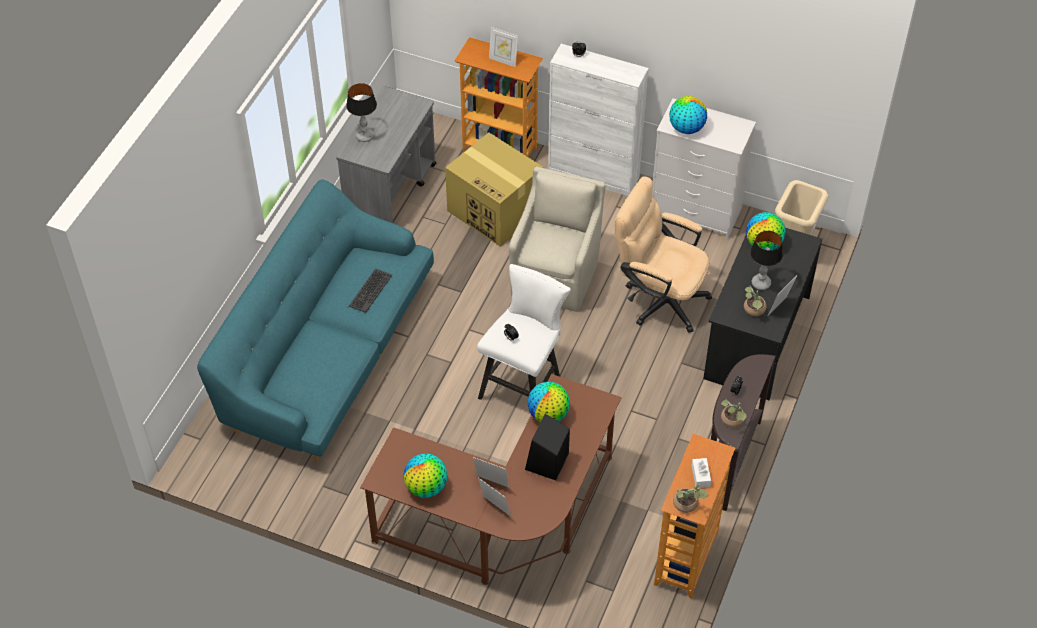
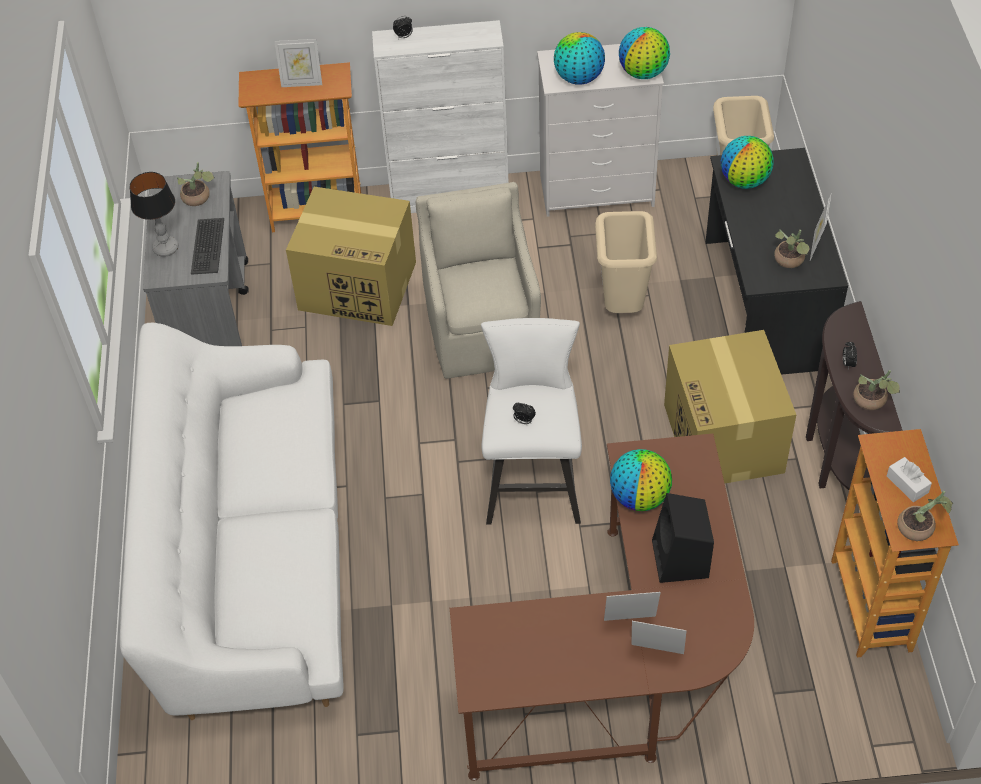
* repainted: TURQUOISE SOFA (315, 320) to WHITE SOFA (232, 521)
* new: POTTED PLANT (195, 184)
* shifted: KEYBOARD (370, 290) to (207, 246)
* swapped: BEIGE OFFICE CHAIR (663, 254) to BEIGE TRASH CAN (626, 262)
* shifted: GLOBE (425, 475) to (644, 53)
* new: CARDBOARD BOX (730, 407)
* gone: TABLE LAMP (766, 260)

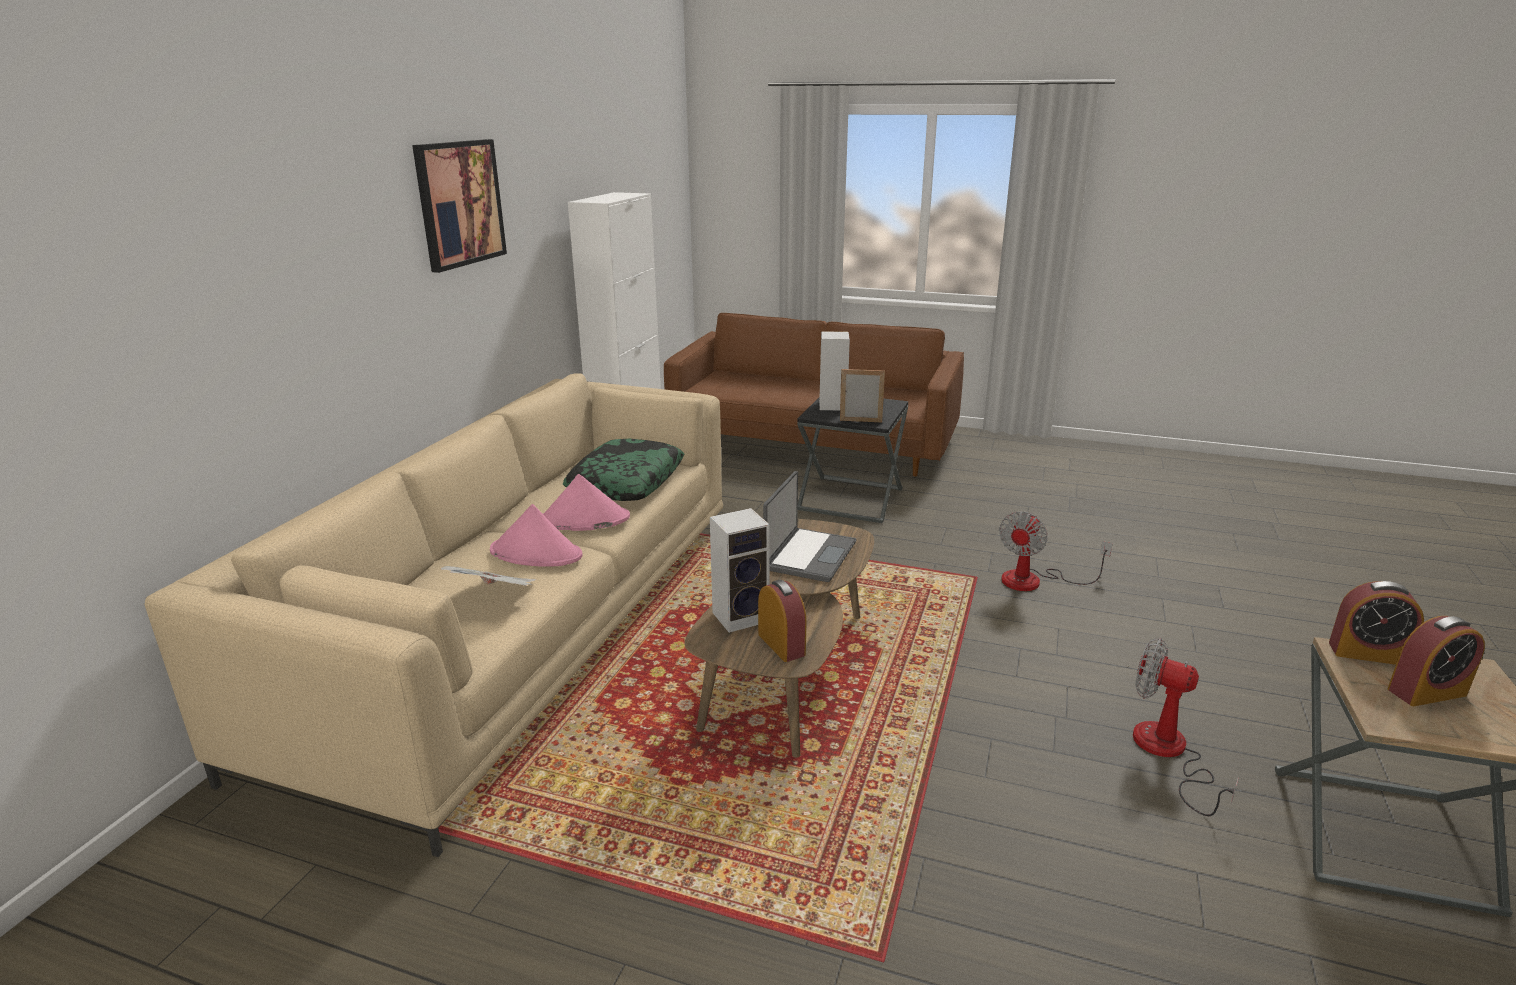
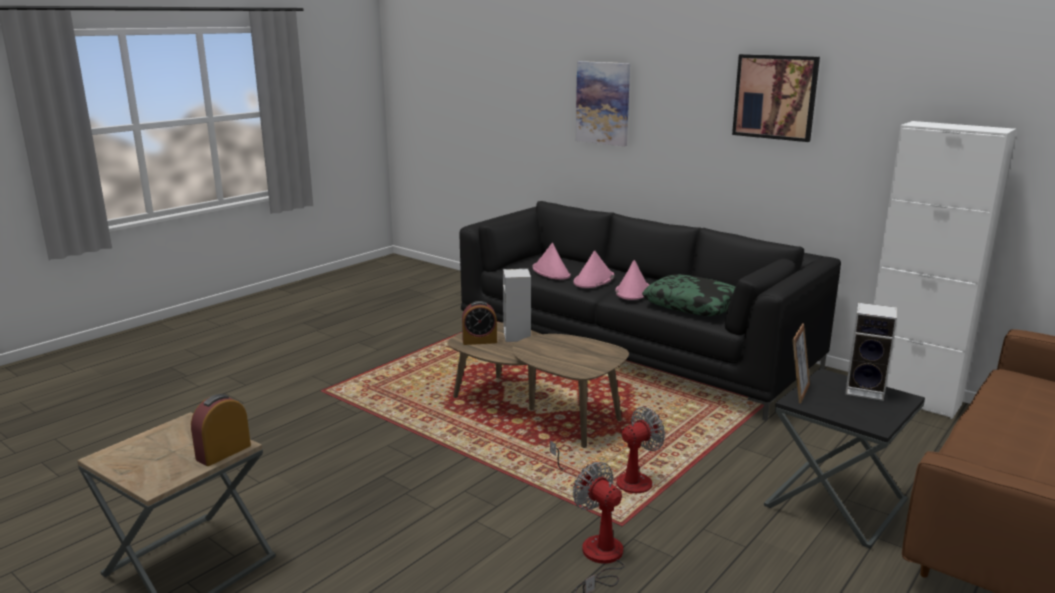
* repainted: BEIGE SOFA (434, 615) to BLACK SOFA (650, 311)
* swapped: NEWSPAPER (488, 576) to PINK HAT (551, 261)
* shifted: FAN (1185, 727) to (607, 450)
* new: PICTURE (603, 103)
* gone: LAPTOP (809, 526)
* gone: ALARM CLOCK (1436, 661)

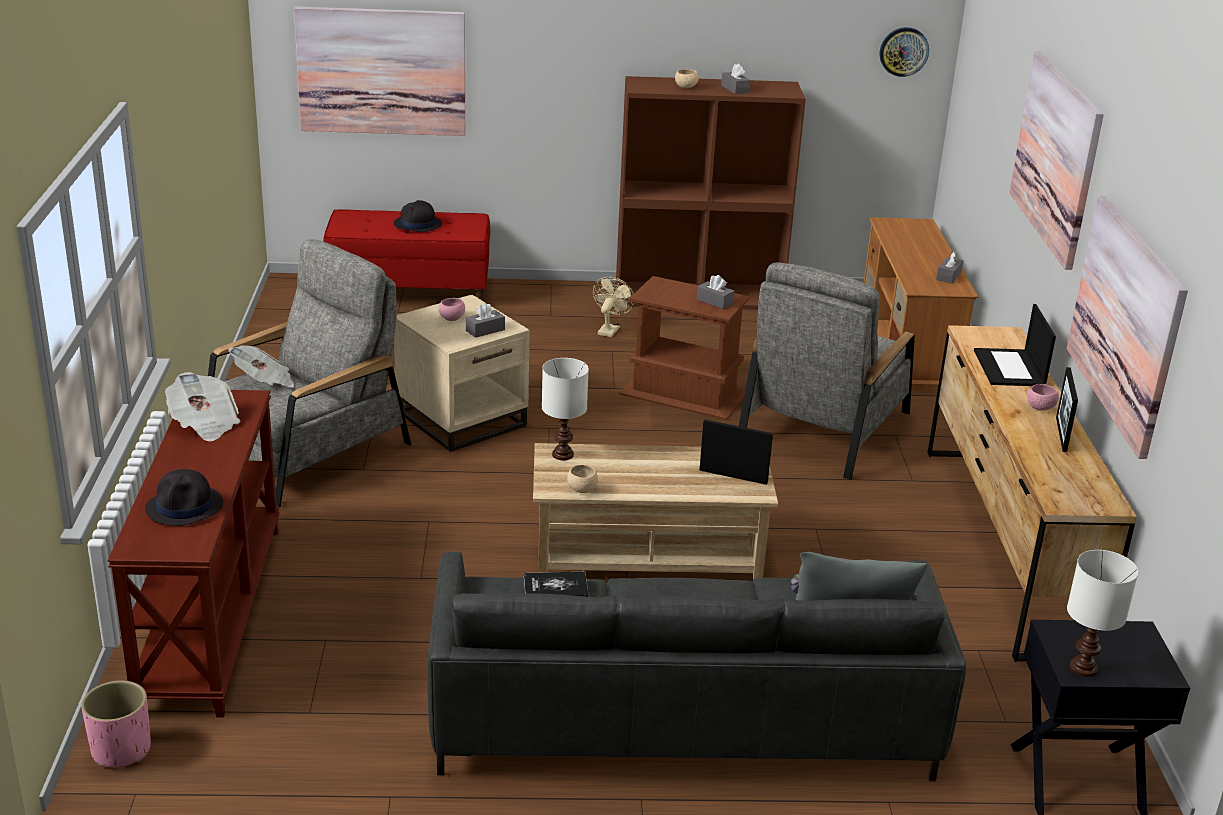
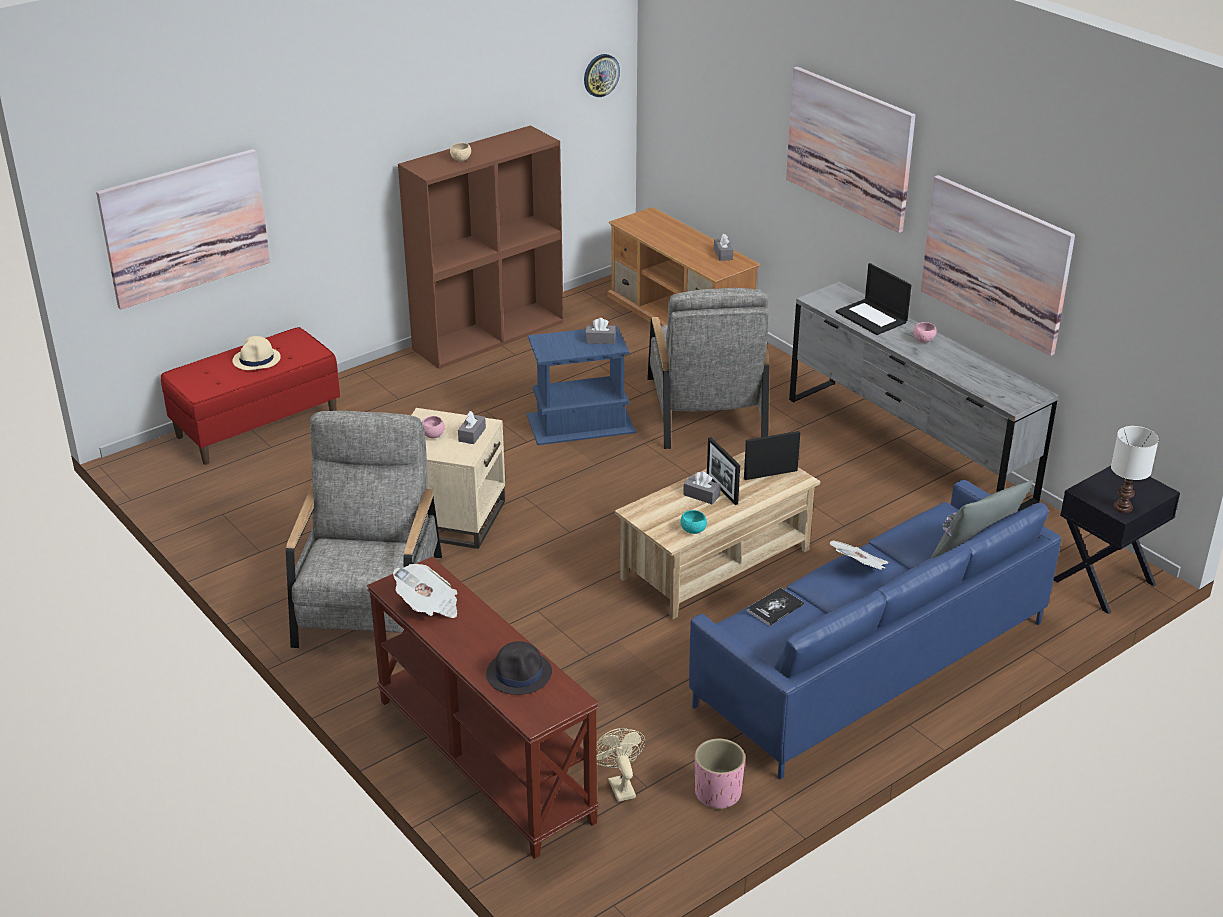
* repainted: BLACK HAT (418, 216) to BEIGE HAT (256, 353)
* repainted: BROWN SIDE TABLE (685, 348) to BLUE SIDE TABLE (581, 385)
* shifted: BEIGE FAN (613, 307) to (620, 765)
* repainted: BEIGE BOWL (582, 479) to TURQUOISE BOWL (694, 522)
* shifted: GREY TISSUE BOX (735, 79) to (702, 488)
* repainted: GREY SOFA (696, 666) to BLUE SOFA (875, 629)
* shifted: PINK PLANTER (116, 724) to (720, 774)
* shifted: PICTURE FRAME (1067, 409) to (723, 471)
* repainted: BROWN DRESSER (1032, 493) to GREY DRESSER (923, 396)
* shifted: NEWSPAPER (261, 366) to (859, 555)
* gone: WHITE TABLE LAMP (565, 409)

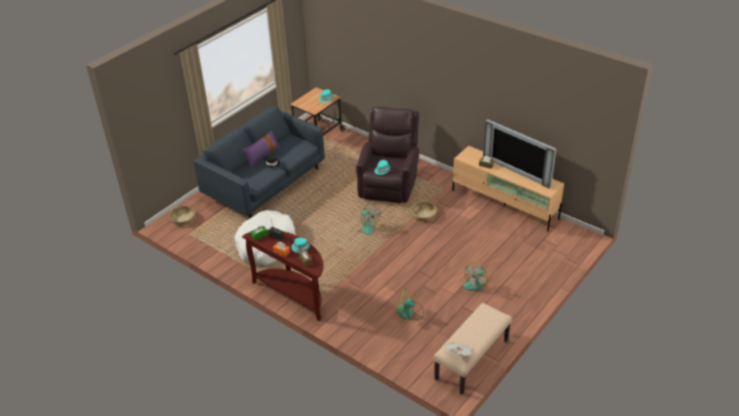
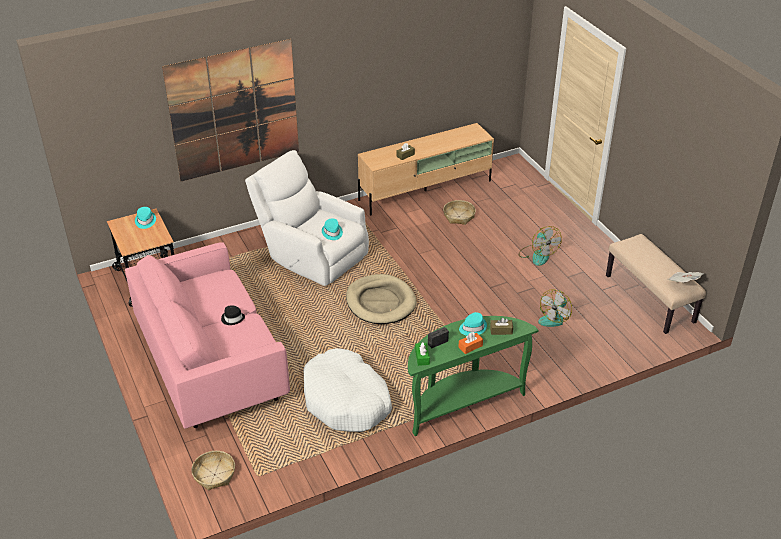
* repainted: BLUE SOFA (259, 162) to PINK SOFA (207, 335)
* new: PICTURE (230, 110)
* repainted: BROWN ARMCHAIR (387, 155) to WHITE ARMCHAIR (307, 218)
* swapped: FAN (369, 219) to BEIGE DOG BED (381, 299)
* repainted: BROWN CONSOLE TABLE (283, 275) to GREEN CONSOLE TABLE (473, 376)
* shifted: BASKET (424, 212) to (459, 212)
* gone: PURPLE PILLOW (261, 148)
* gone: TELEVISION (519, 154)

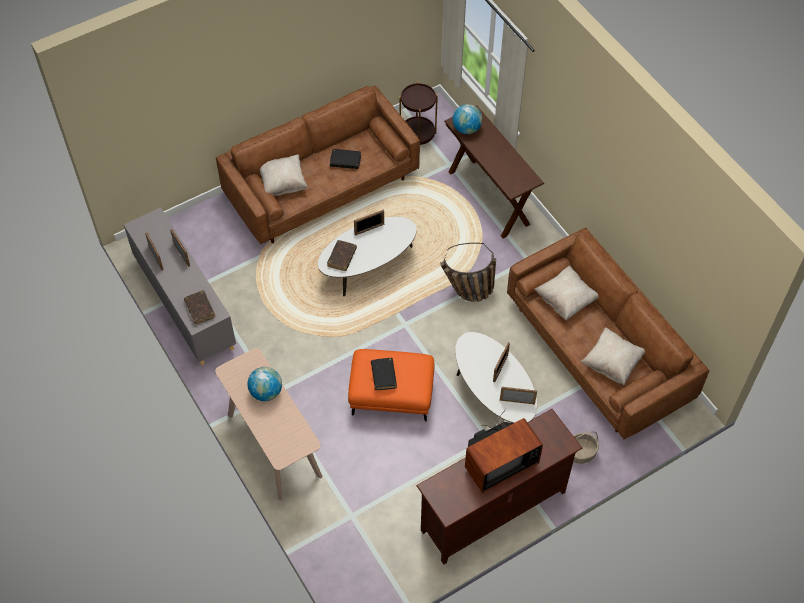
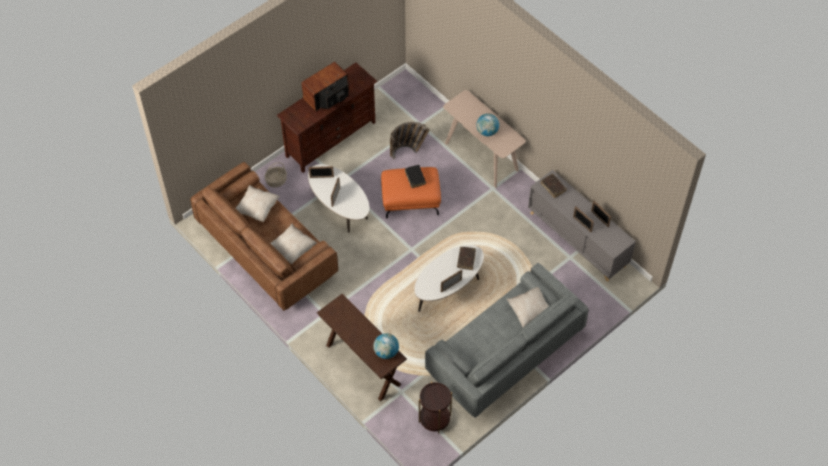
* shifted: BASKET (468, 272) to (410, 140)
* repainted: BROWN SOFA (318, 164) to GREY SOFA (507, 340)
* gone: BLACK BOOK (345, 159)

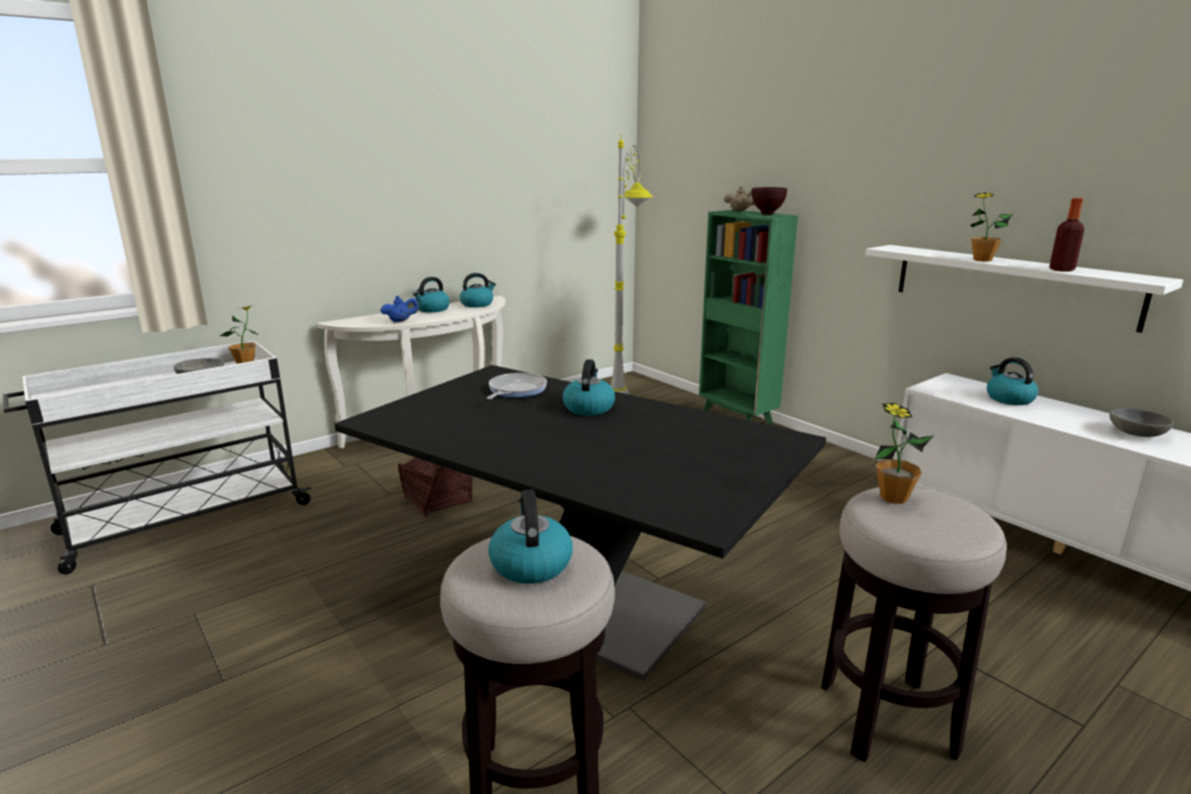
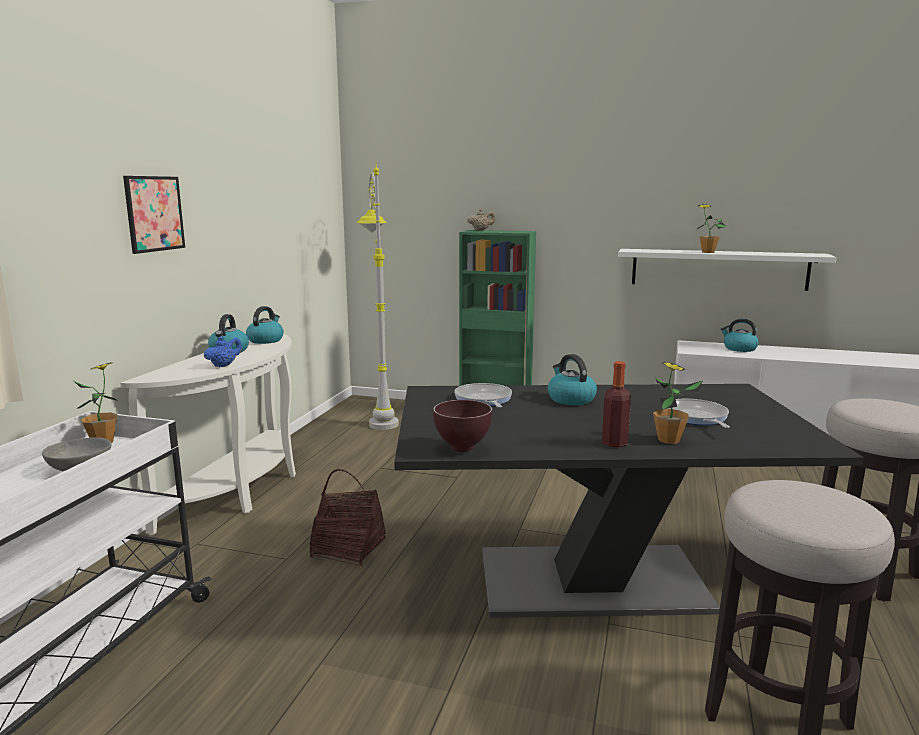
* new: PICTURE (154, 215)
* shifted: BROWN BOWL (769, 201) to (462, 426)
* shifted: BOTTLE (1066, 235) to (616, 404)
* shifted: POTTED PLANT (904, 453) to (678, 403)
* new: FRYING PAN (699, 413)
* gone: KETTLE (530, 537)
* gone: GREY BOWL (1141, 422)

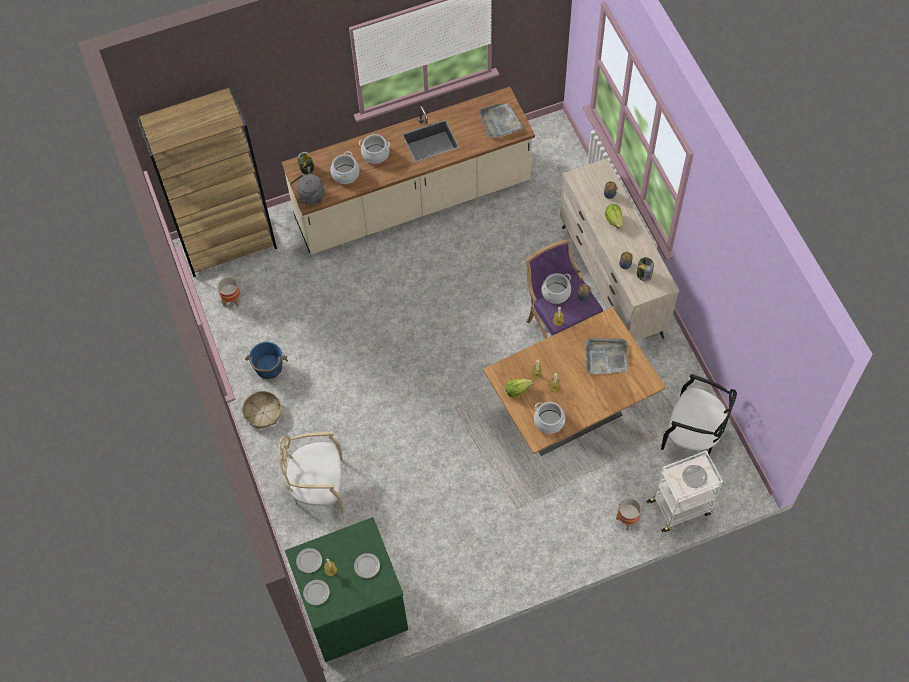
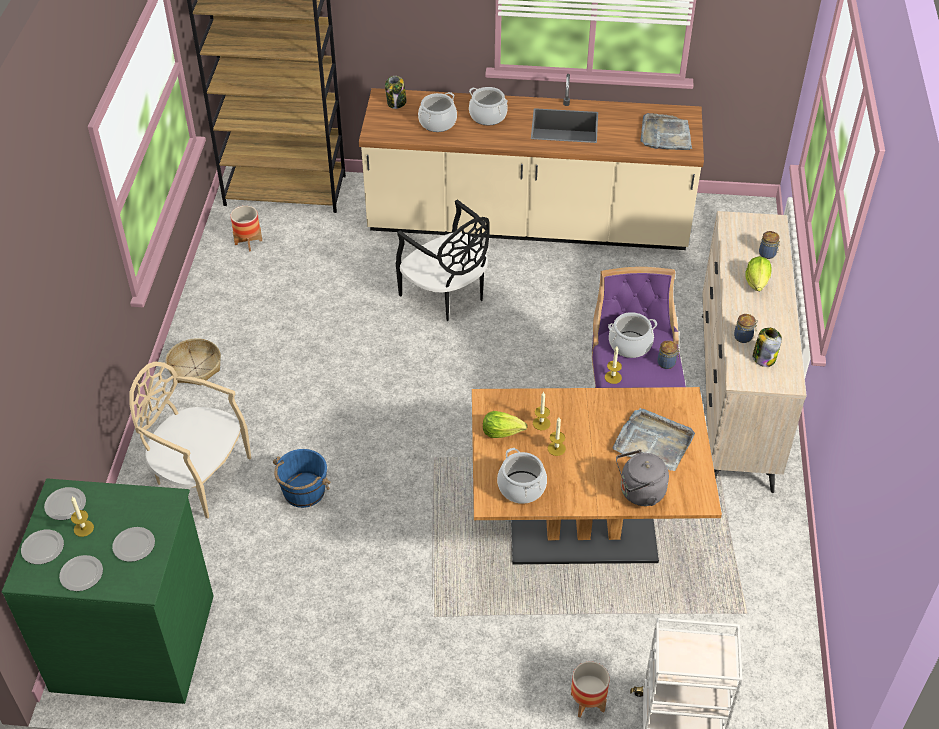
* shifted: PLATE (694, 476) to (81, 573)
* shifted: BLUE BUCKET (266, 360) to (301, 478)
* shifted: BLACK CHAIR (699, 415) to (443, 260)
* shifted: GREY KETTLE (307, 189) to (642, 477)

